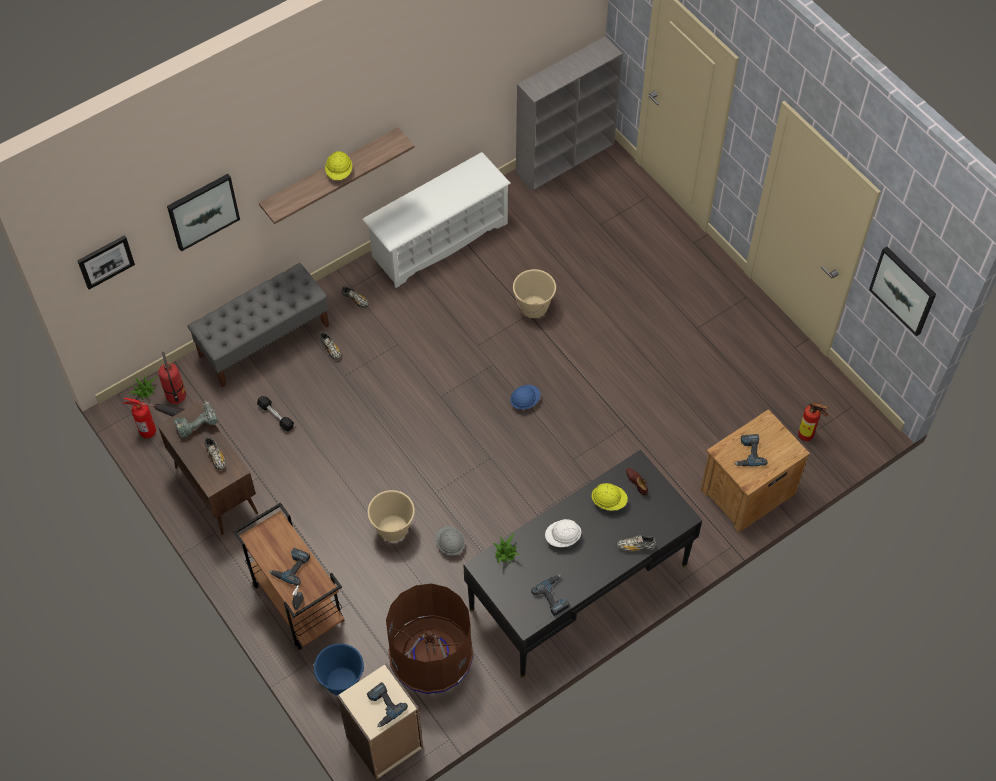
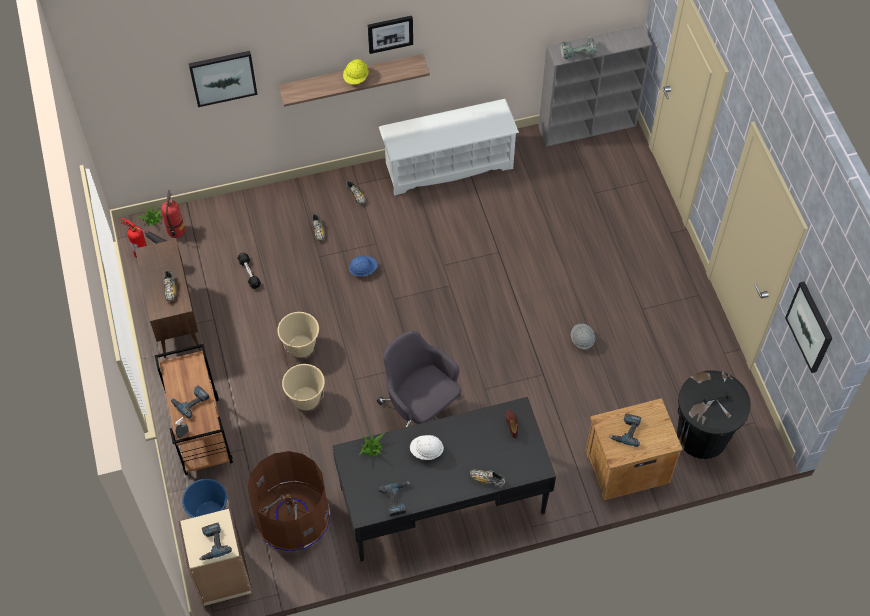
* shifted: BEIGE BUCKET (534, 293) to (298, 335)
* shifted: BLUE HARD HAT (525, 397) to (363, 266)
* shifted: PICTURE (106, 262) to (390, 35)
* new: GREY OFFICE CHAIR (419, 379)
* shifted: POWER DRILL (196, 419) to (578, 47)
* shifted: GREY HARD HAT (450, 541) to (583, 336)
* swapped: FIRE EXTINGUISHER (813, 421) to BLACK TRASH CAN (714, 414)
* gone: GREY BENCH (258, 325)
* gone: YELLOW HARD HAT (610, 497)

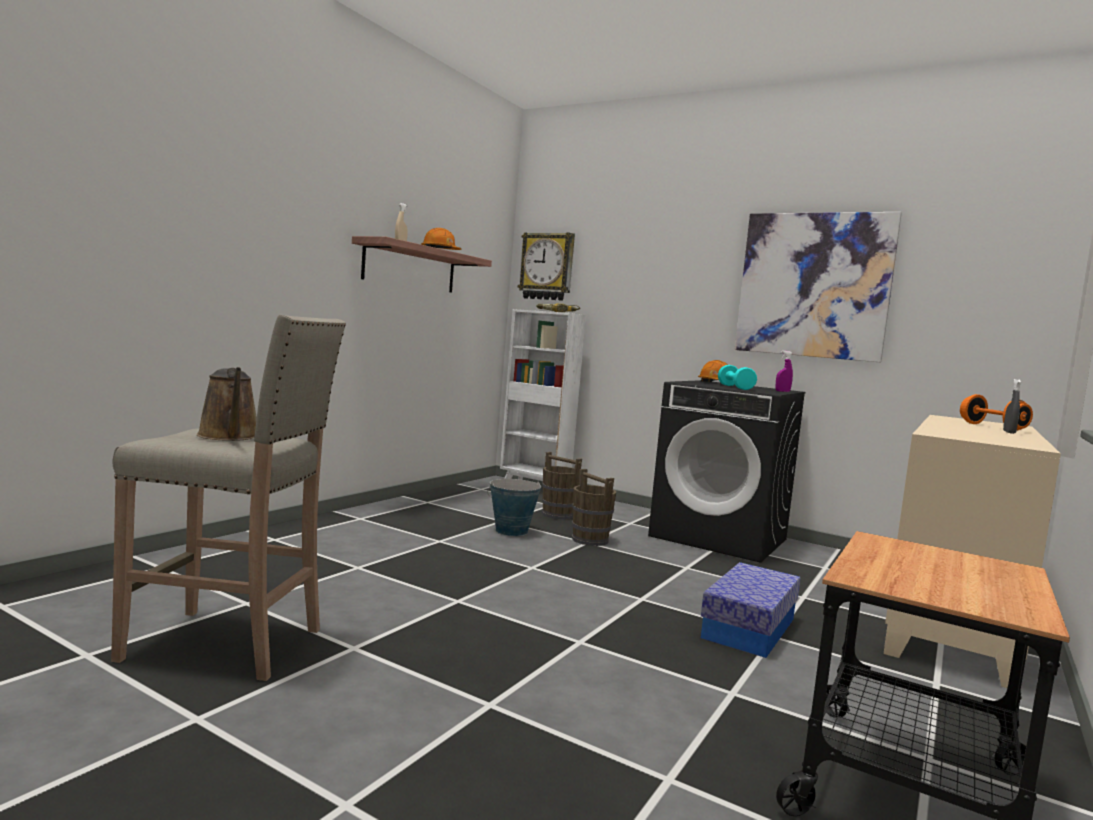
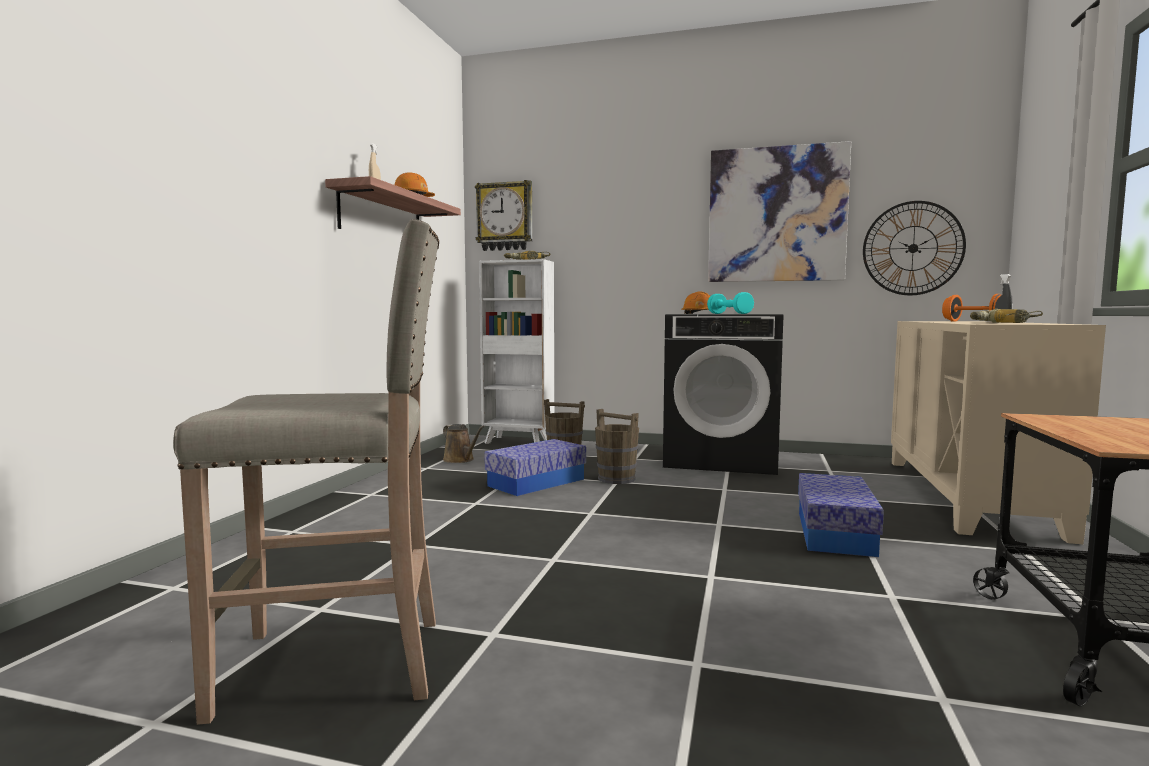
* shifted: BROWN WATERING CAN (227, 404) to (463, 443)
* swapped: BUCKET (514, 507) to STORAGE BOX (535, 467)
* new: WALL CLOCK (914, 248)
* new: POWER DRILL (1006, 316)
* gone: PURPLE SPRAY BOTTLE (784, 371)

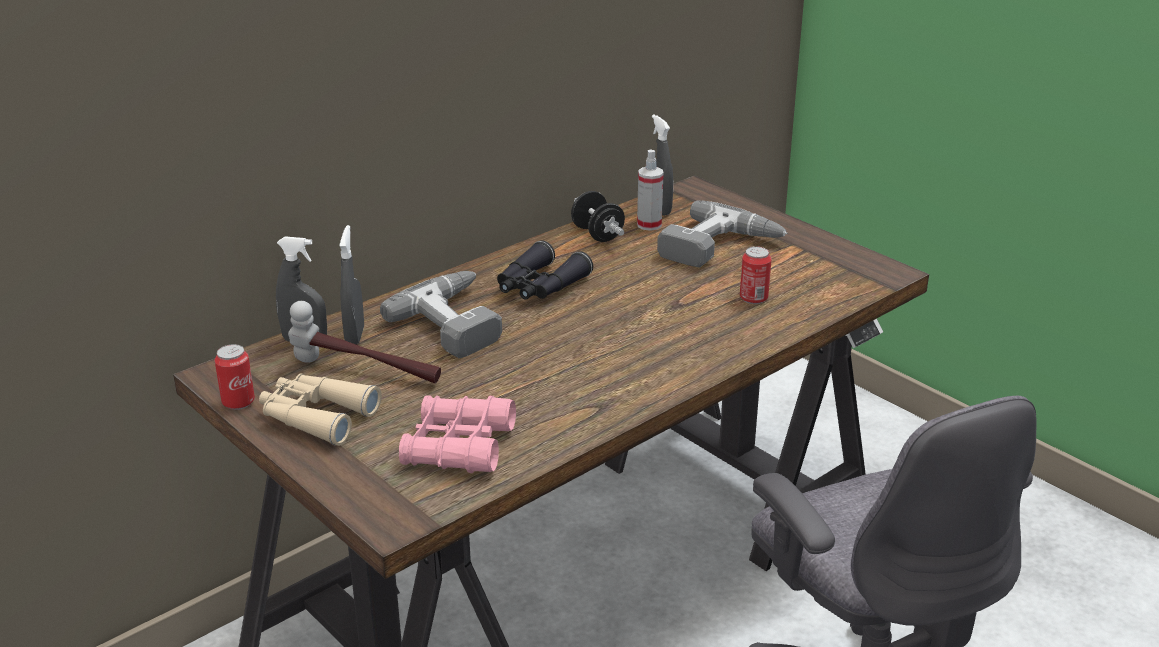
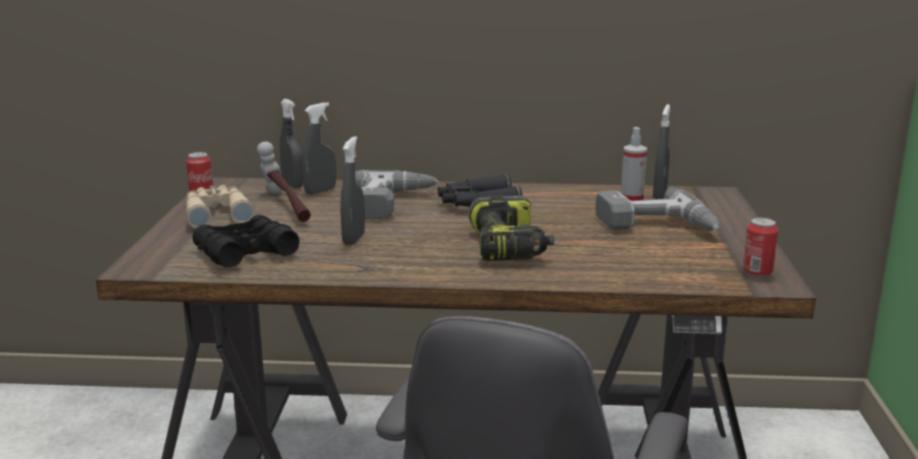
* repainted: PINK BINOCULARS (457, 434) to BLACK BINOCULARS (246, 241)
* new: GREY SPRAY BOTTLE (352, 190)
* new: POWER DRILL (511, 228)
* shifted: CAN (756, 275) to (760, 247)
* gone: BLACK DUMBBELL (598, 216)

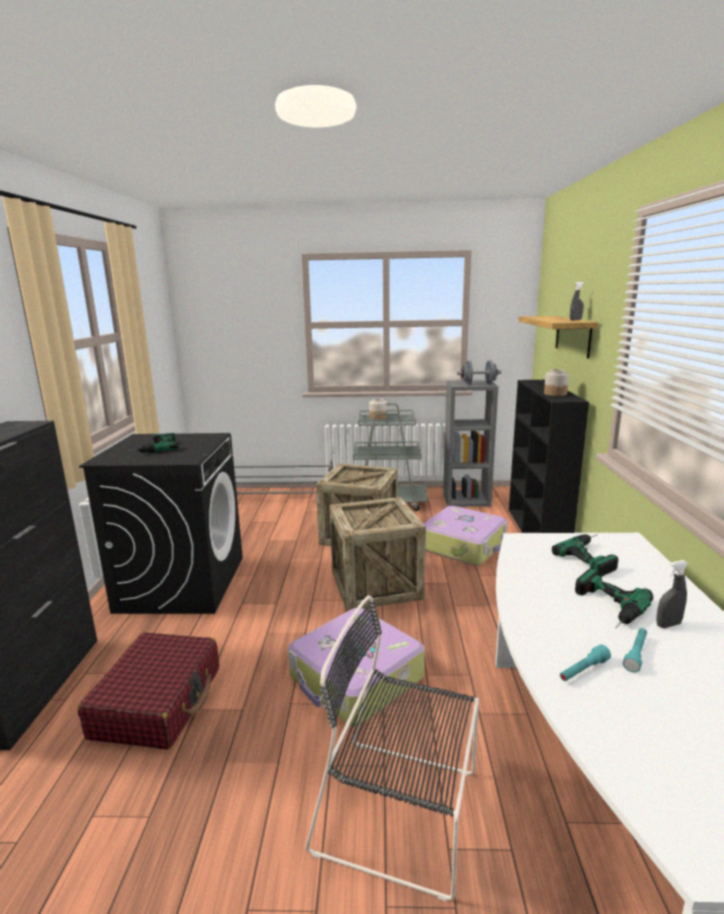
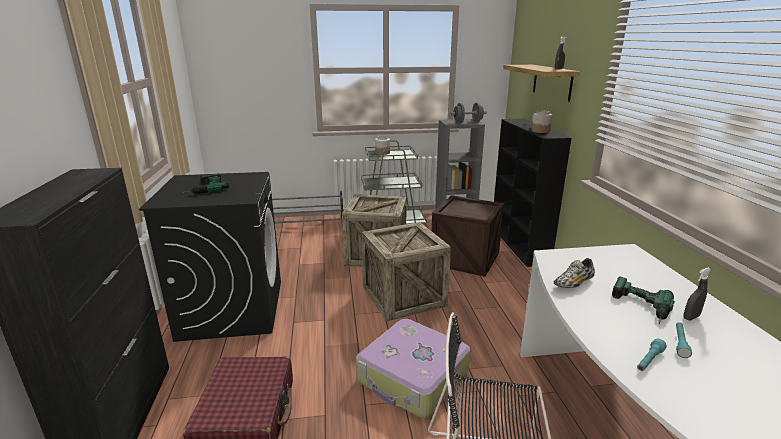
* swapped: SUITCASE (465, 535) to CRATE (468, 236)
* new: SHOE (574, 273)
* gone: POWER DRILL (585, 555)

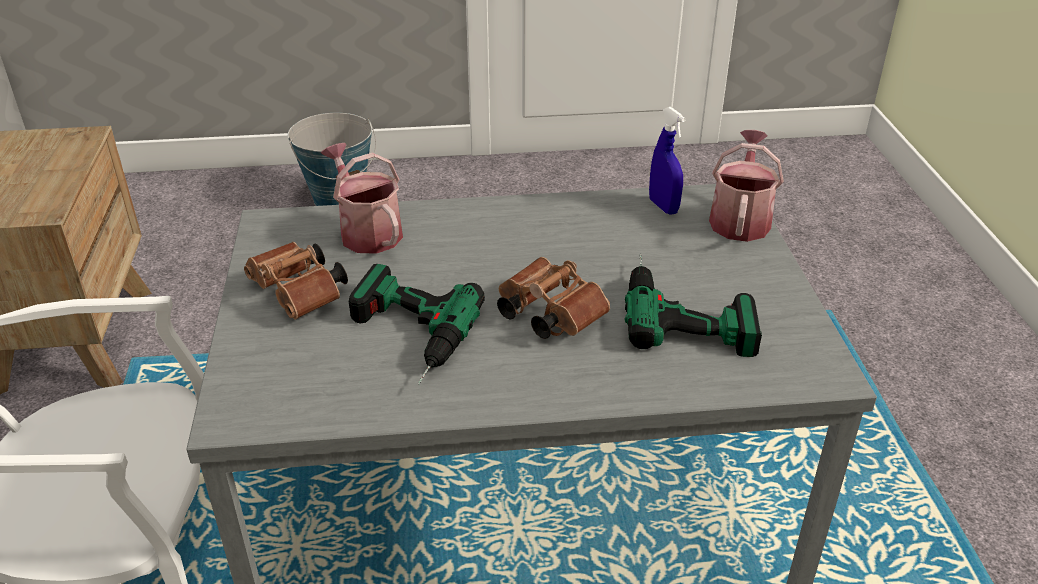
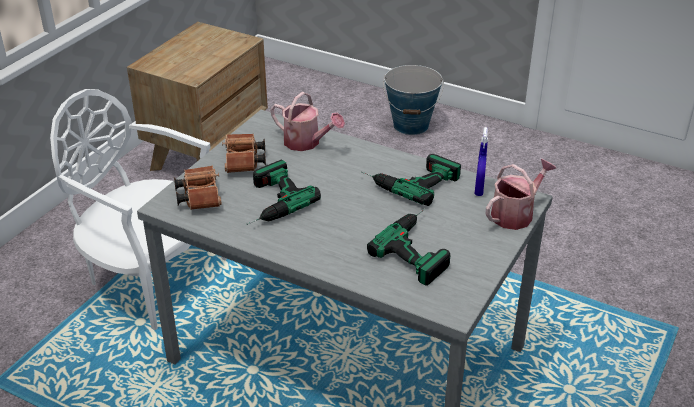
* shifted: BROWN BINOCULARS (553, 298) to (198, 187)
* rotated: WATERING CAN (361, 198) = (307, 121) 120 degrees clockwise
* new: POWER DRILL (411, 180)

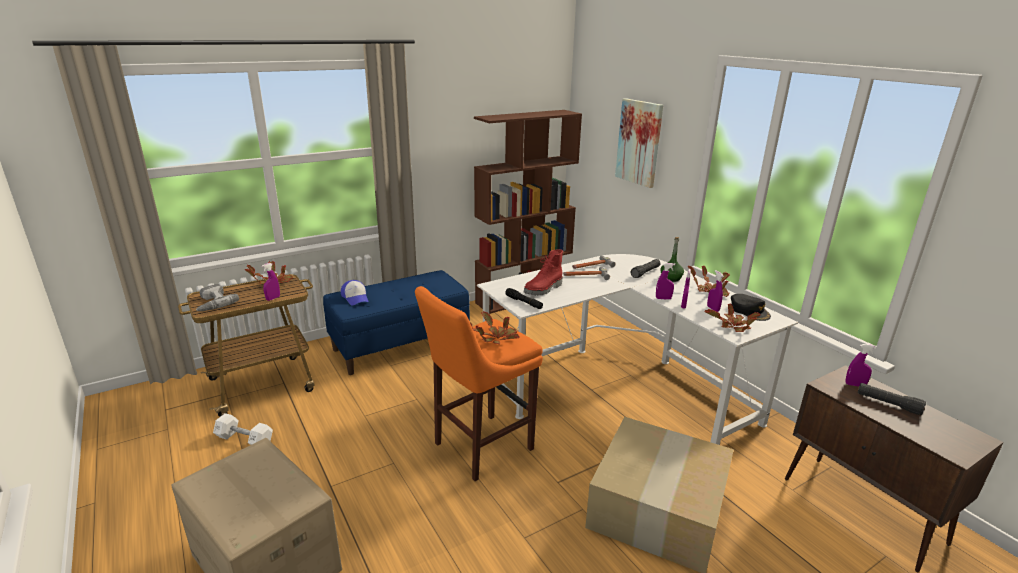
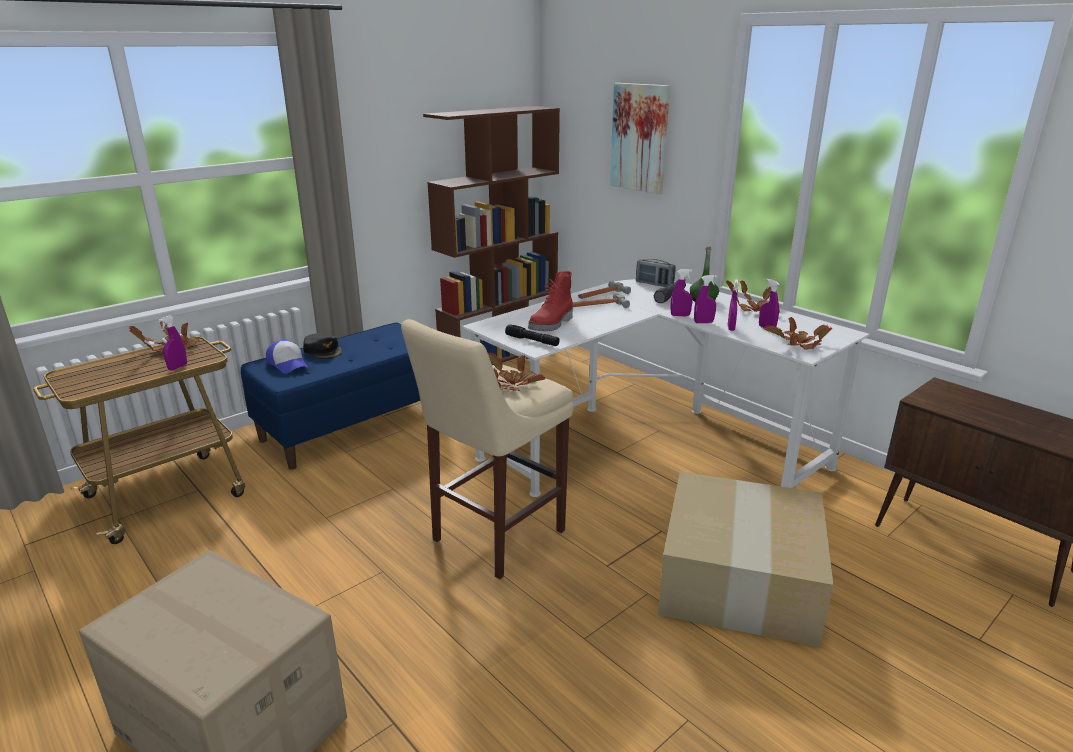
* shifted: BLACK CAP (751, 307) to (322, 346)
* repainted: ORANGE STOOL (479, 383) to BEIGE STOOL (487, 449)
* new: RADIO (655, 273)
* shifted: PURPLE SPRAY BOTTLE (861, 365) to (682, 292)
* gone: POWER DRILL (217, 297)
* gone: WHITE DUMBBELL (243, 429)
* gone: BLACK FLASHLIGHT (891, 399)

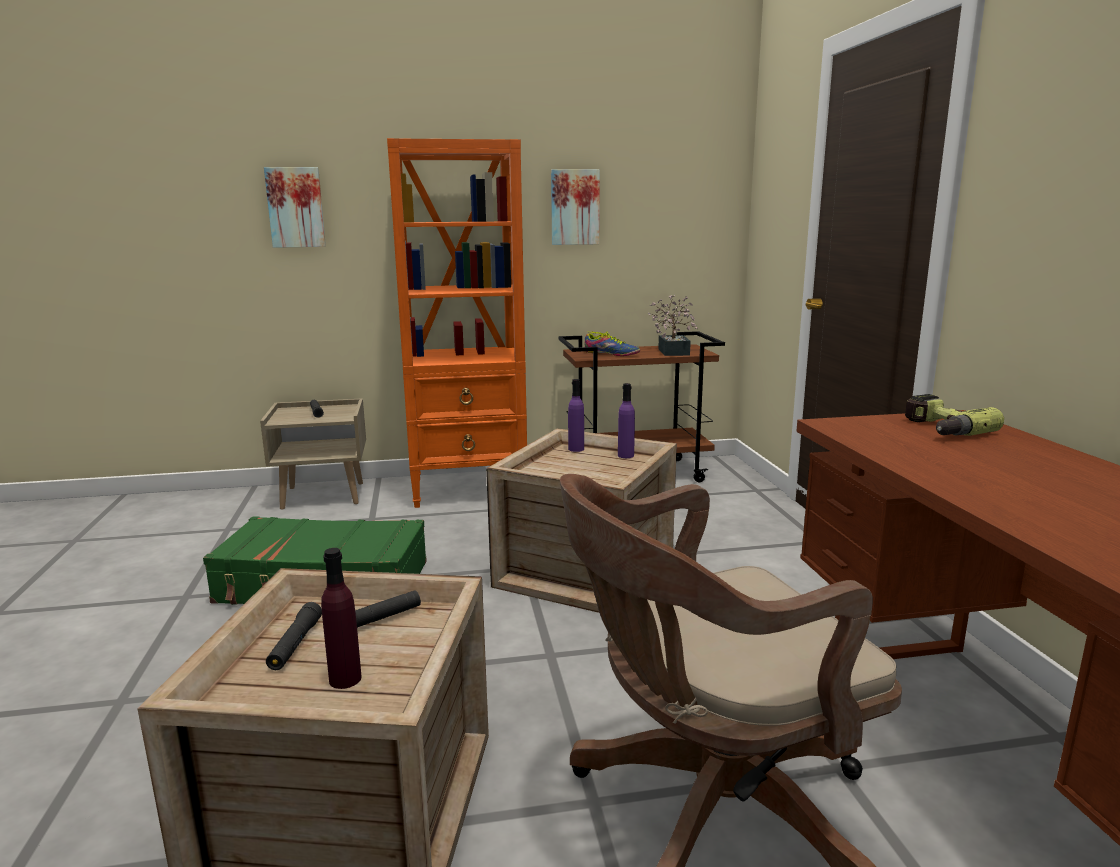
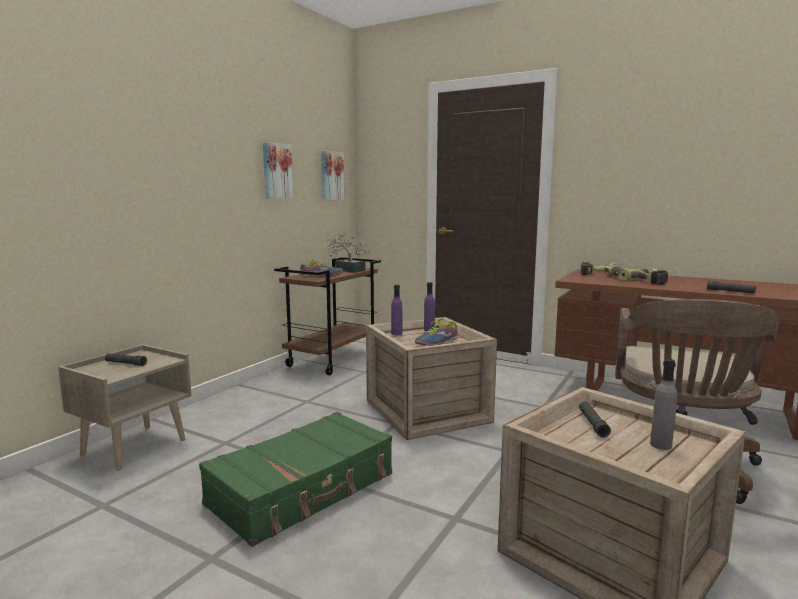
* shifted: PICTURE (295, 207) to (333, 175)
* new: SHOE (436, 332)
* new: POWER DRILL (644, 276)
* repainted: PURPLE BOTTLE (341, 618) to GREY BOTTLE (663, 404)
* shifted: BLACK FLASHLIGHT (294, 636) to (731, 287)
* gone: ORANGE BOOKCASE (457, 323)

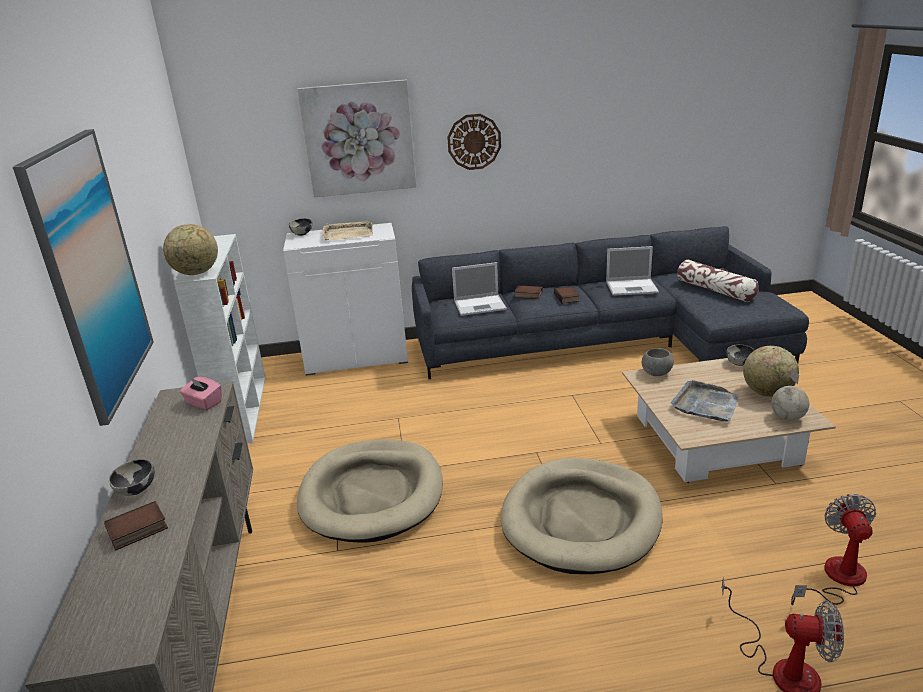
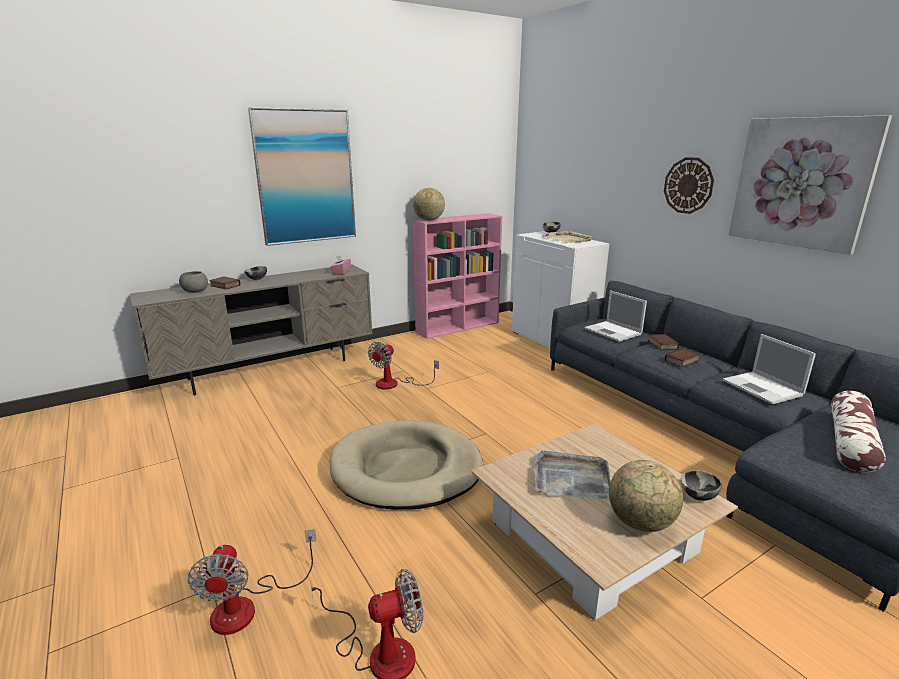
* shifted: GREY BOWL (658, 362) to (193, 282)
* swapped: BEIGE DOG BED (370, 491) to FAN (403, 366)
* repainted: WHITE BOOKCASE (219, 338) to PINK BOOKCASE (457, 276)
* shifted: PICTURE (356, 138) to (810, 185)
* gone: GLOBE (790, 394)

